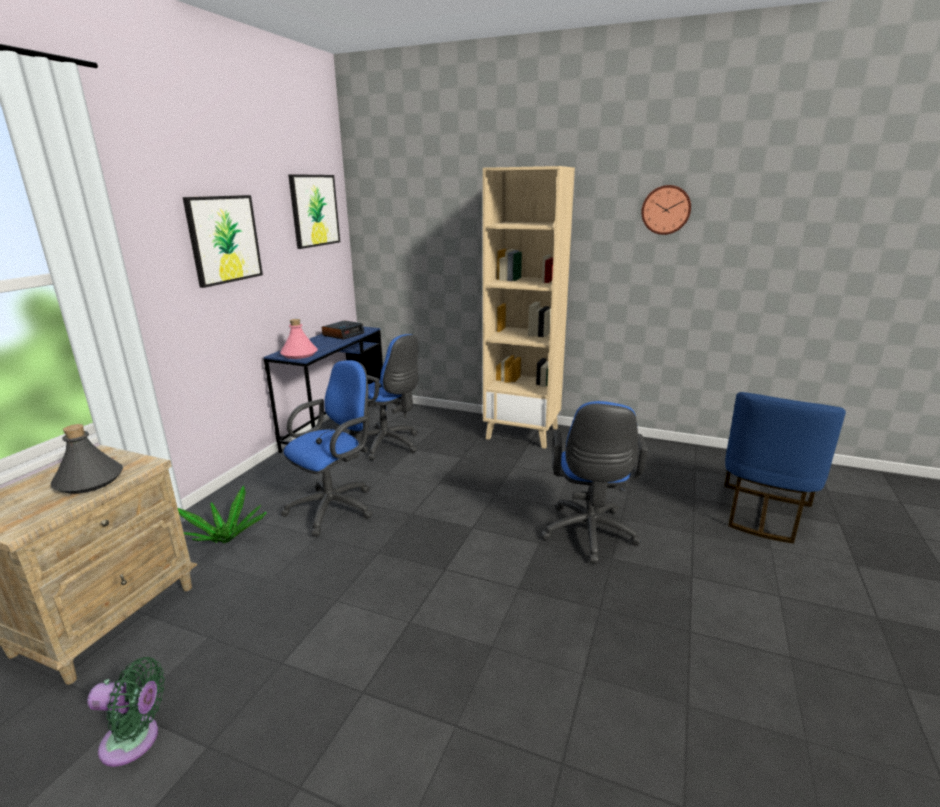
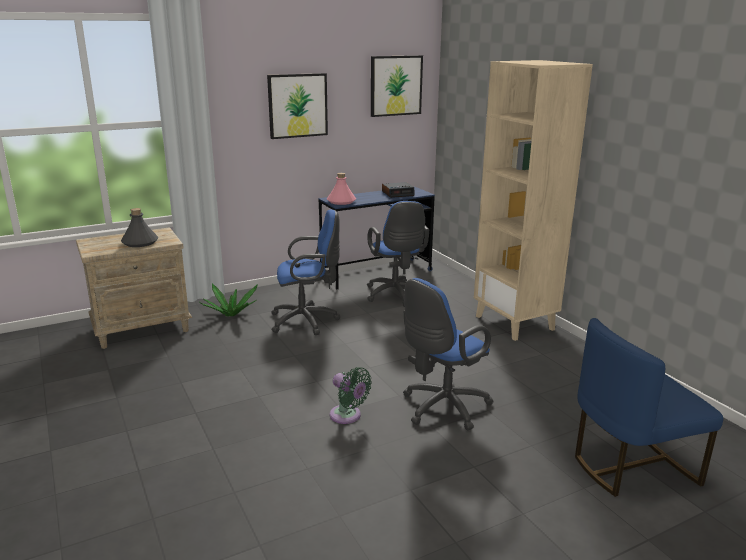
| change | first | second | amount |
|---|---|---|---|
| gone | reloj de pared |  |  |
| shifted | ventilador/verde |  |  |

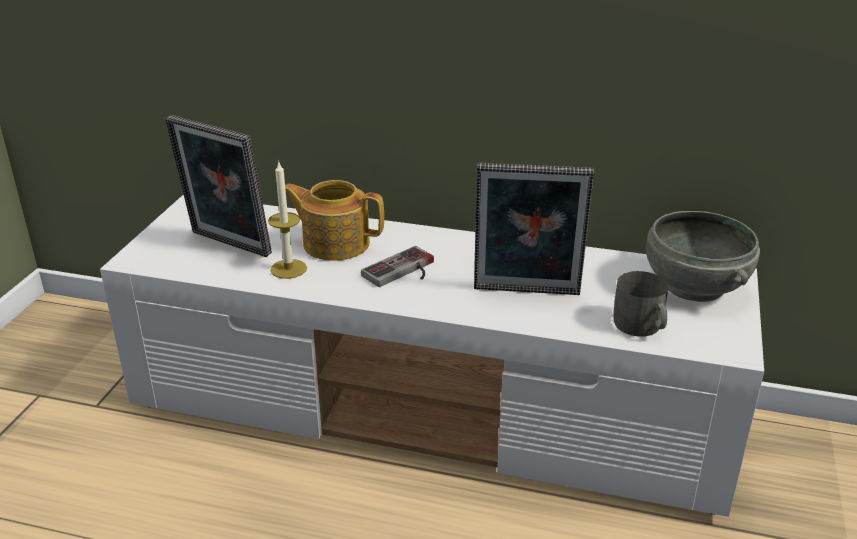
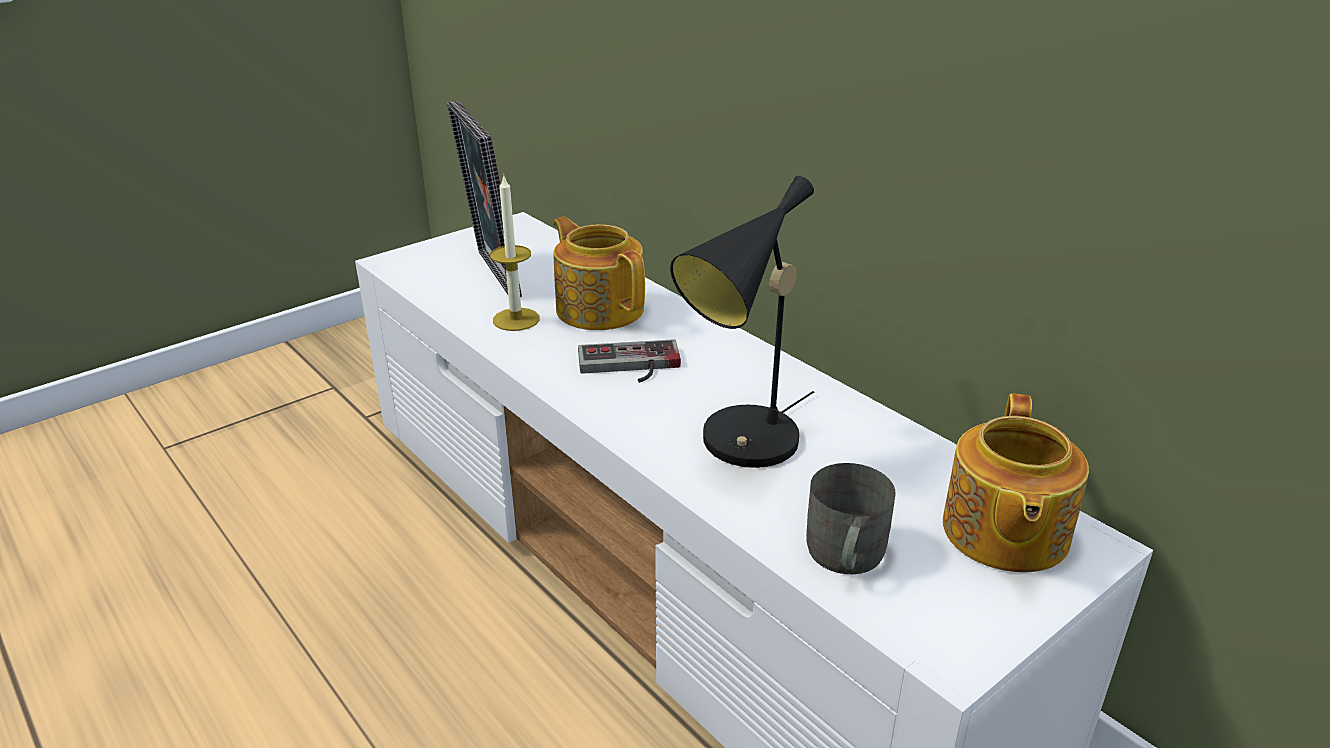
| change | first | second | amount |
|---|---|---|---|
| swapped | portarretratos (no. 2 from left) | lámpara de mesa/negro |  |
| swapped | cuenco/gris | tetera (no. 2 from left) |  |

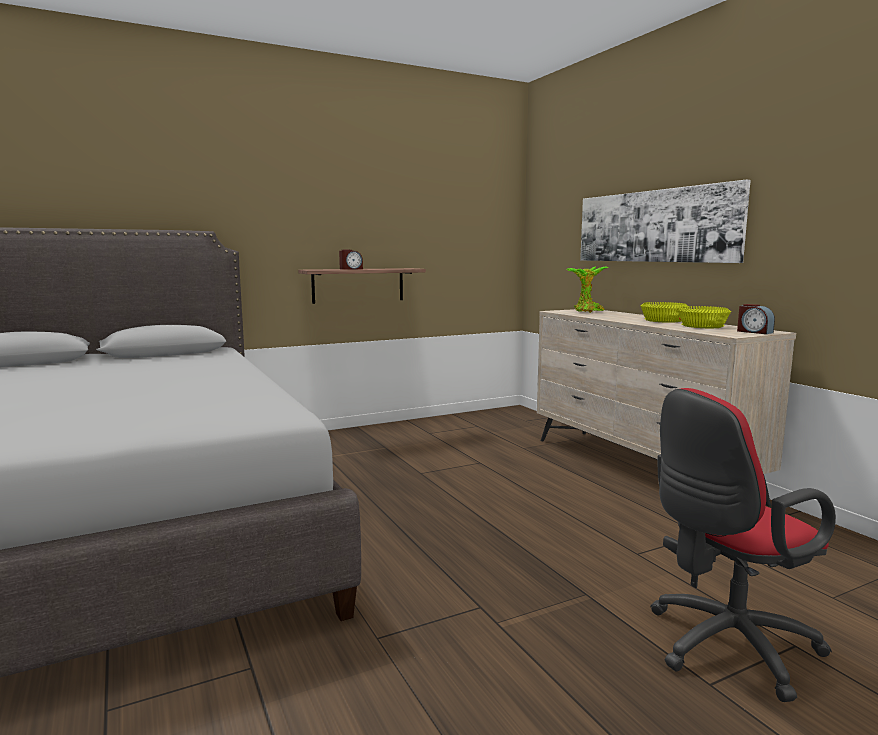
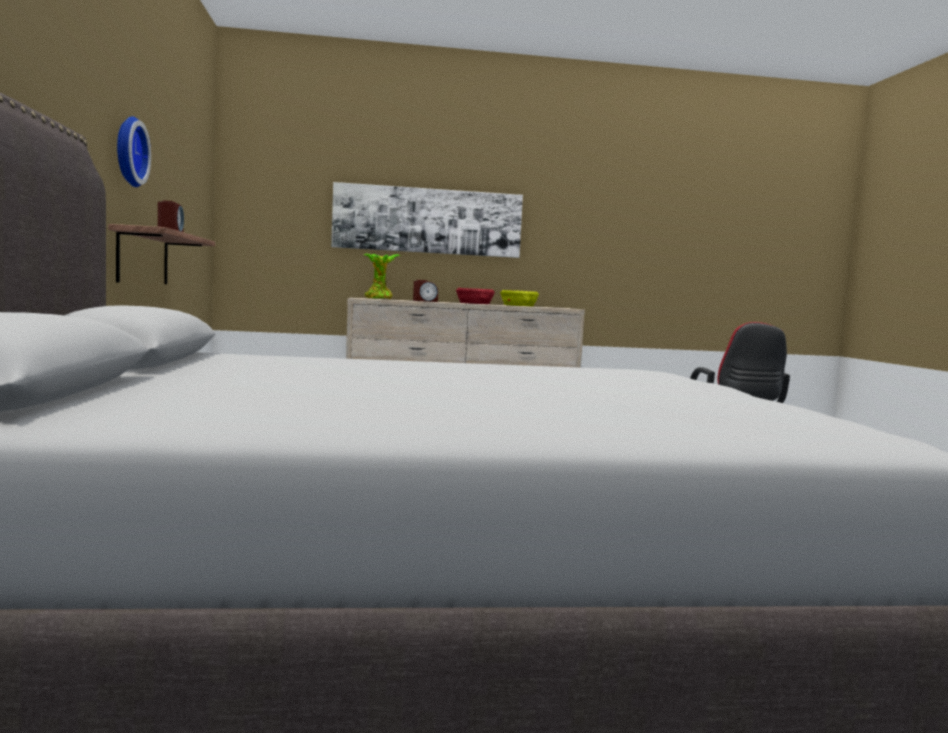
| change | first | second | amount |
|---|---|---|---|
| new |  | reloj de pared |  |
| shifted | despertador (no. 2 from left) |  |  |
| repainted | cuenco/amarillo (no. 1 from left) | cuenco/rojo |  |

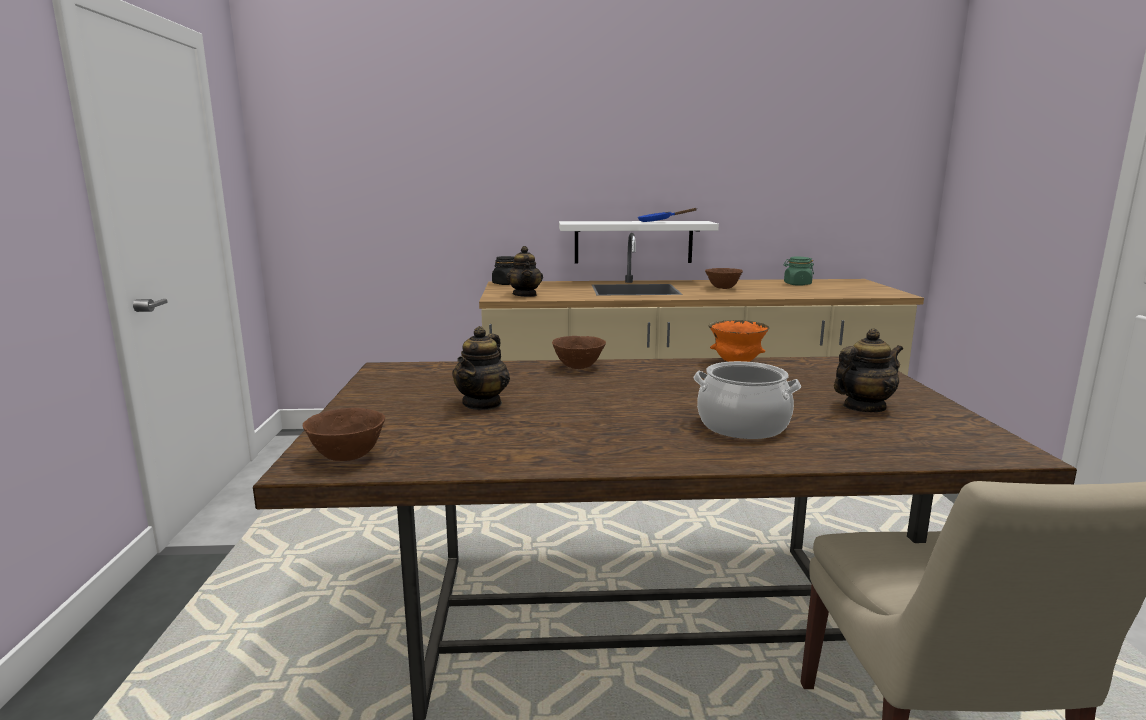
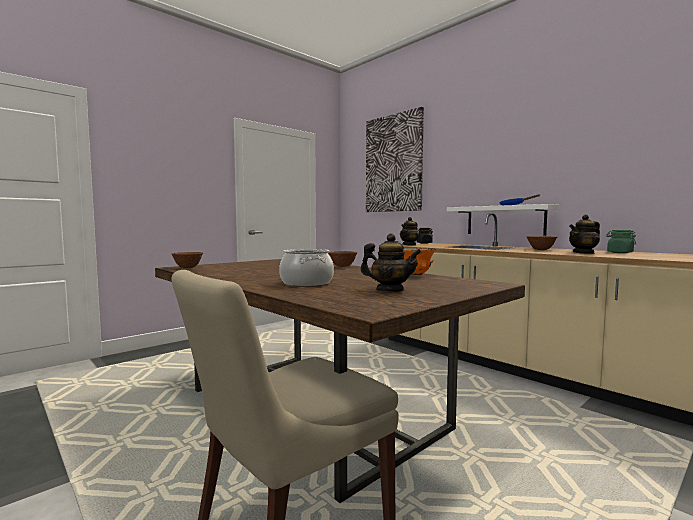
| change | first | second | amount |
|---|---|---|---|
| new |  | cuadro |  |
| shifted | tetera (no. 1 from left in the first image) | tetera (no. 3 from left) |  |

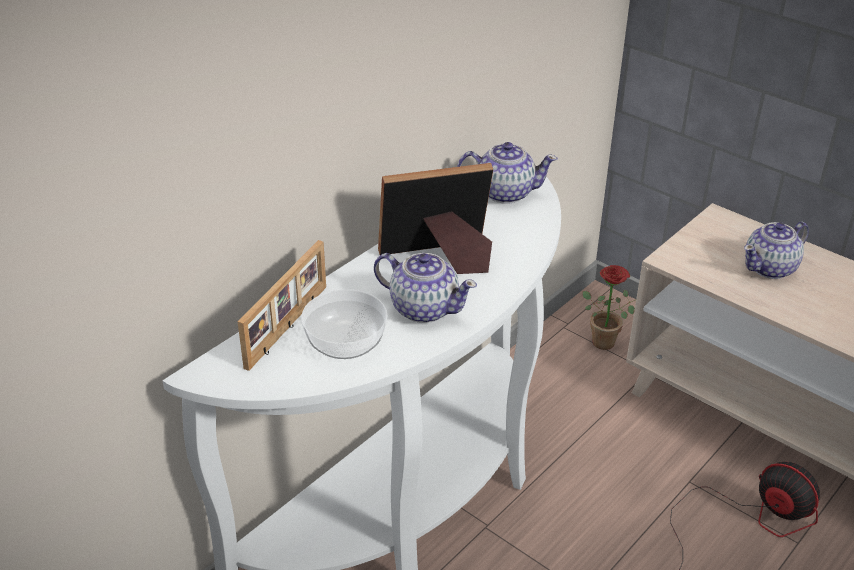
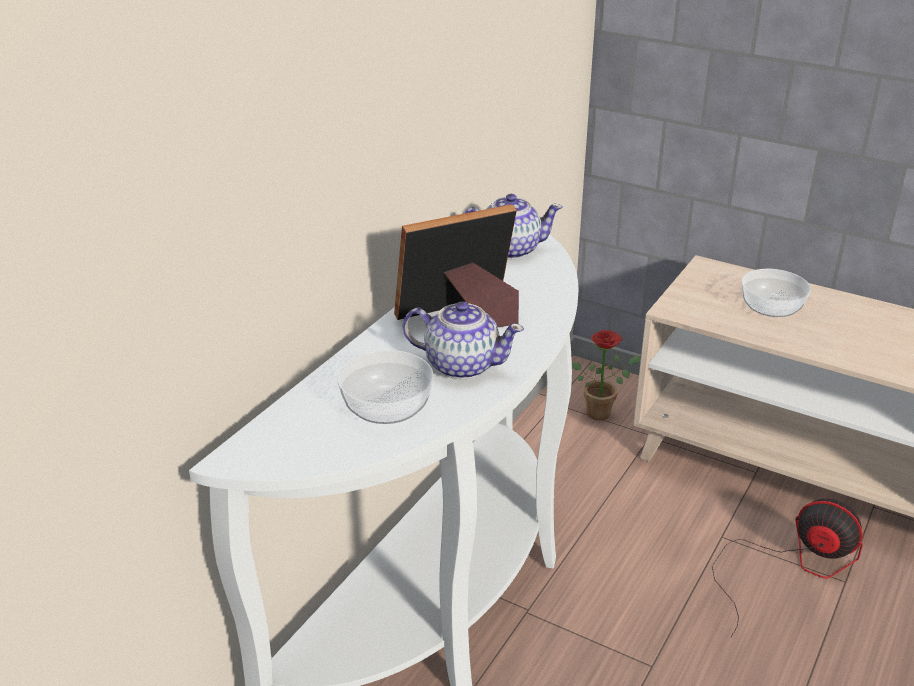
| change | first | second | amount |
|---|---|---|---|
| gone | portarretratos (no. 1 from left) |  |  |
| swapped | tetera (no. 3 from left) | cuenco (no. 2 from left) |  |

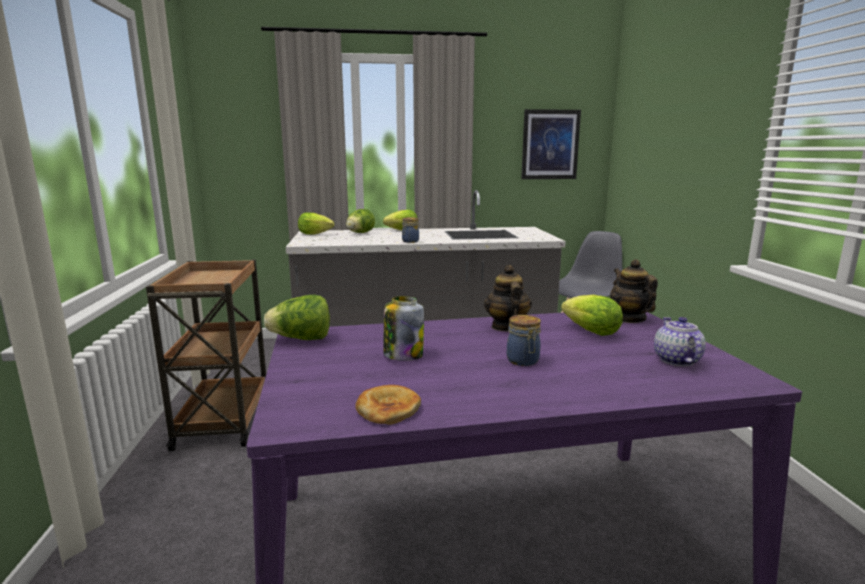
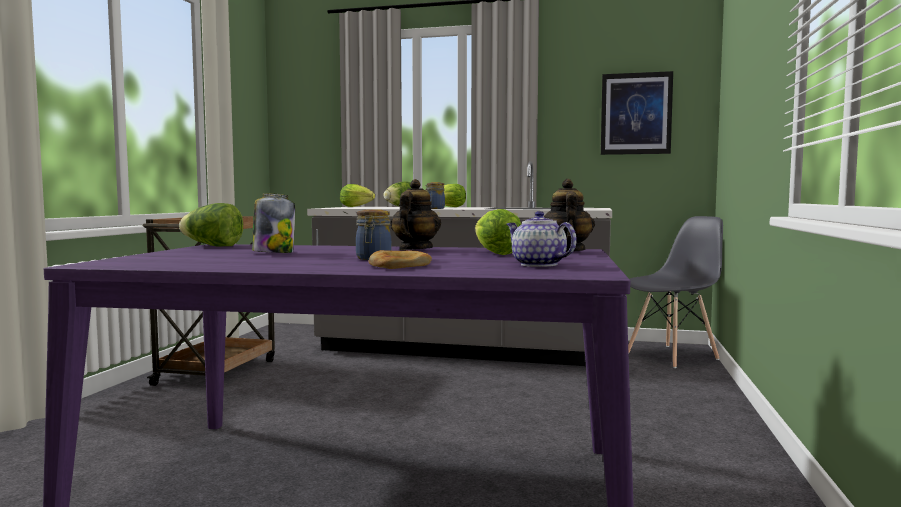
| change | first | second | amount |
|---|---|---|---|
| shifted | pan |  |  |
| rotated | tetera (no. 3 from left in the first image) | tetera (no. 2 from left) | 60 degrees counterclockwise |

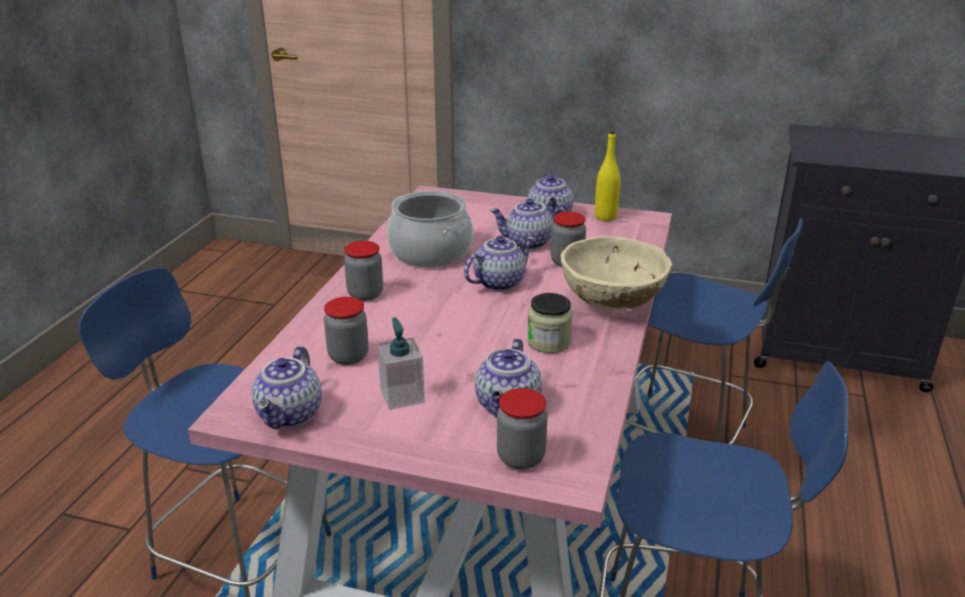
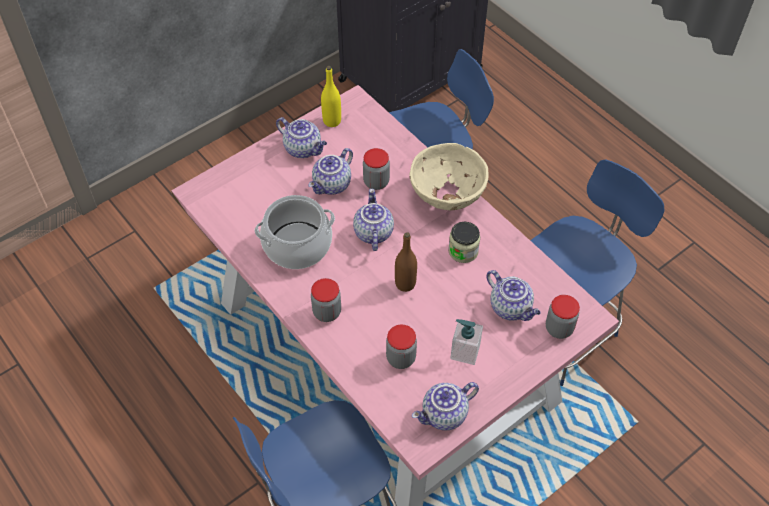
| change | first | second | amount |
|---|---|---|---|
| new |  | botella/marrón |  |
| rotated | tetera (no. 1 from left in the first image) | tetera (no. 4 from left) | 105 degrees clockwise |

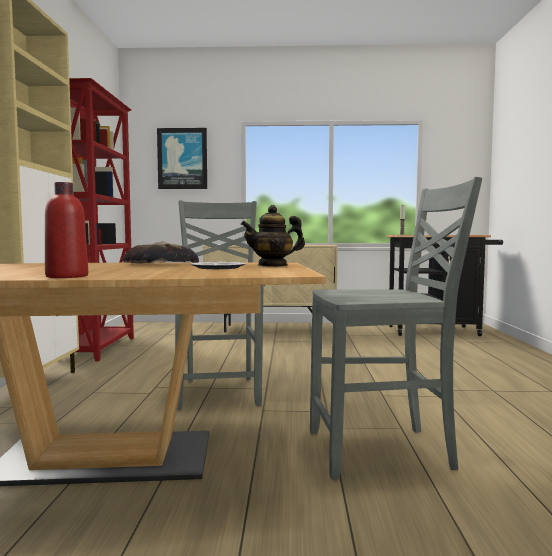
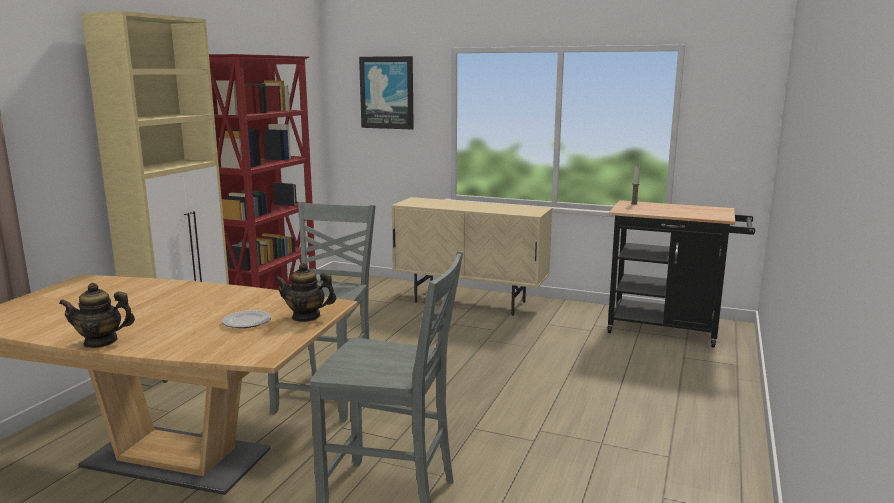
| change | first | second | amount |
|---|---|---|---|
| gone | pan |  |  |
| swapped | botella/rojo | tetera (no. 1 from left) |  |

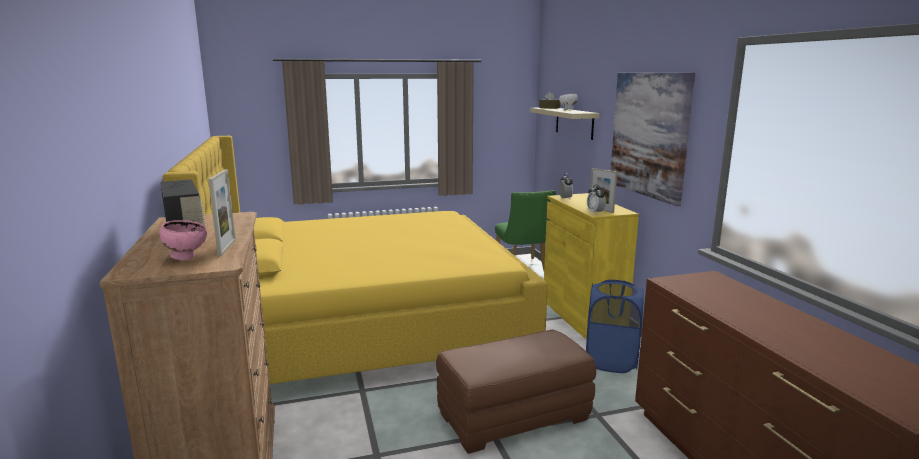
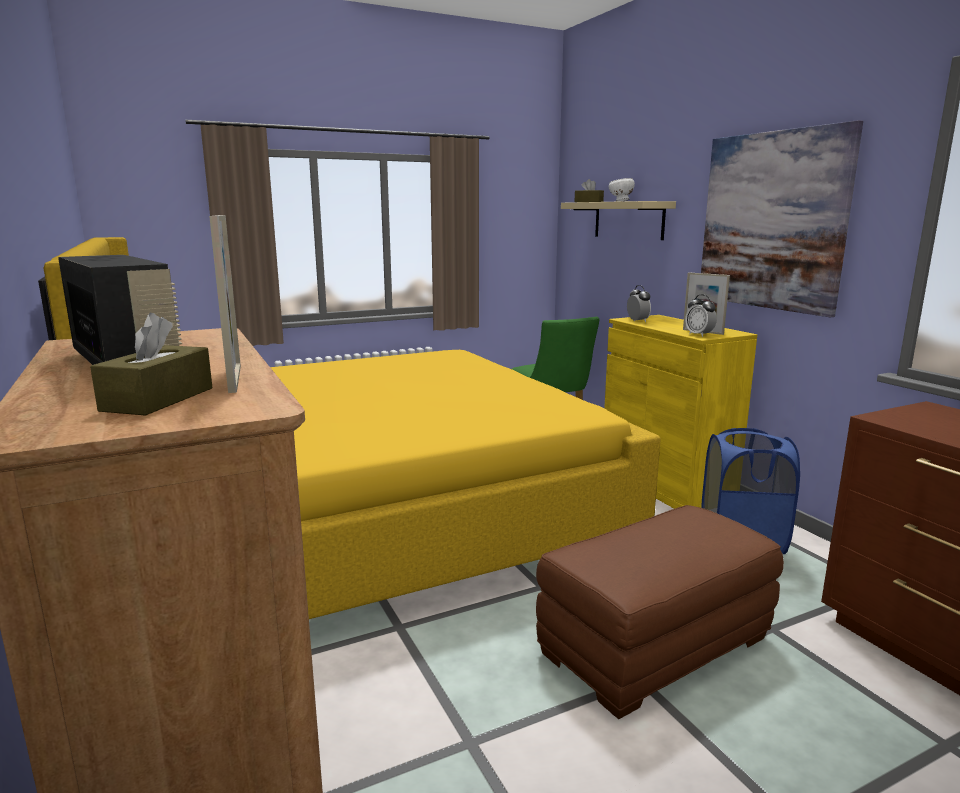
| change | first | second | amount |
|---|---|---|---|
| swapped | cuenco/rosa | caja de pañuelos/marrón (no. 1 from left) |  |

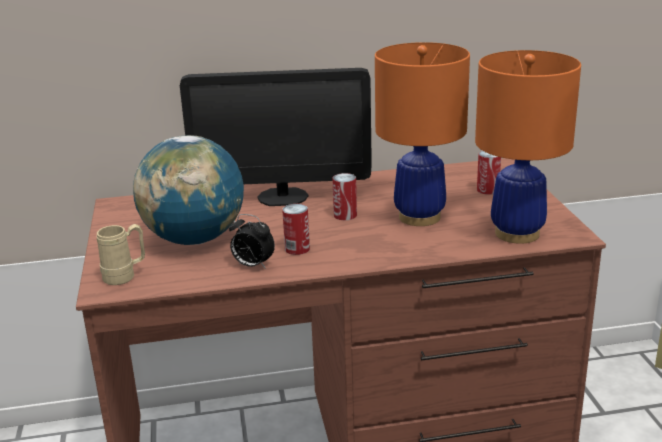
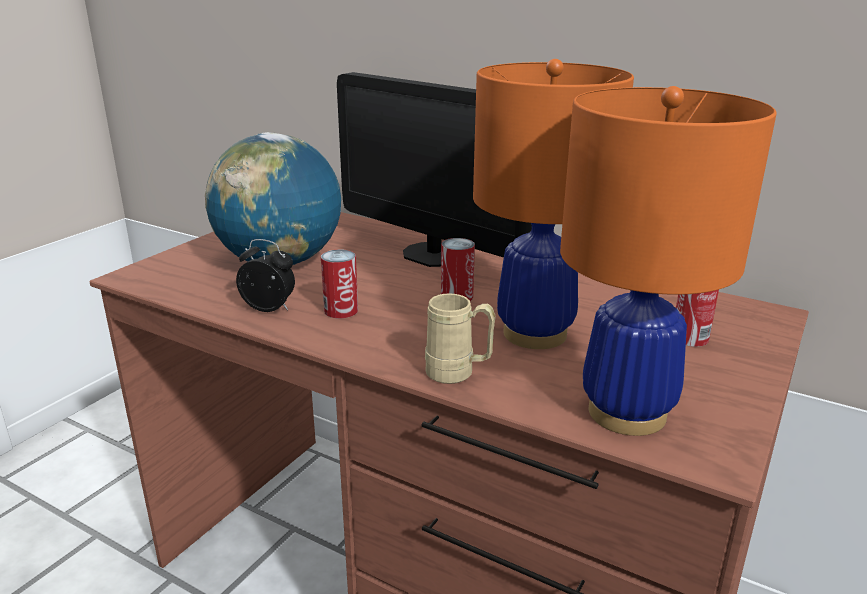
| change | first | second | amount |
|---|---|---|---|
| shifted | taza grande/beis |  |  |
| rotated | despertador |  | 135 degrees clockwise |

